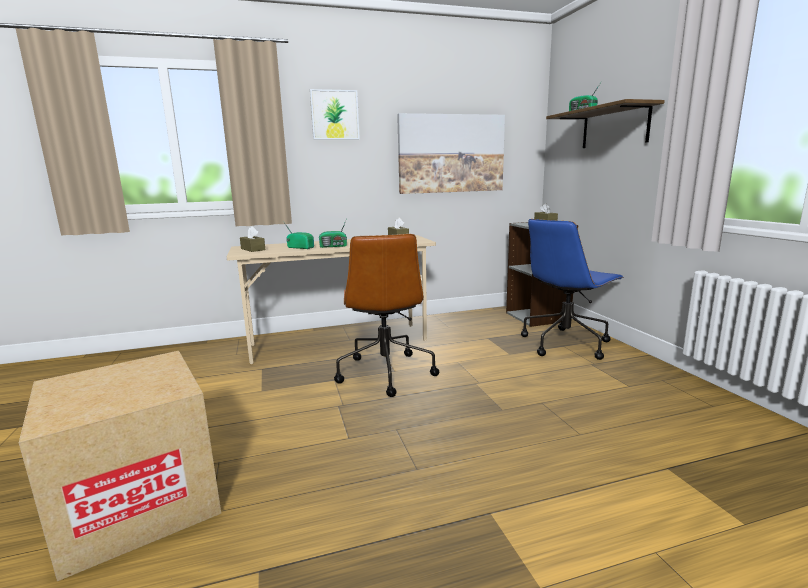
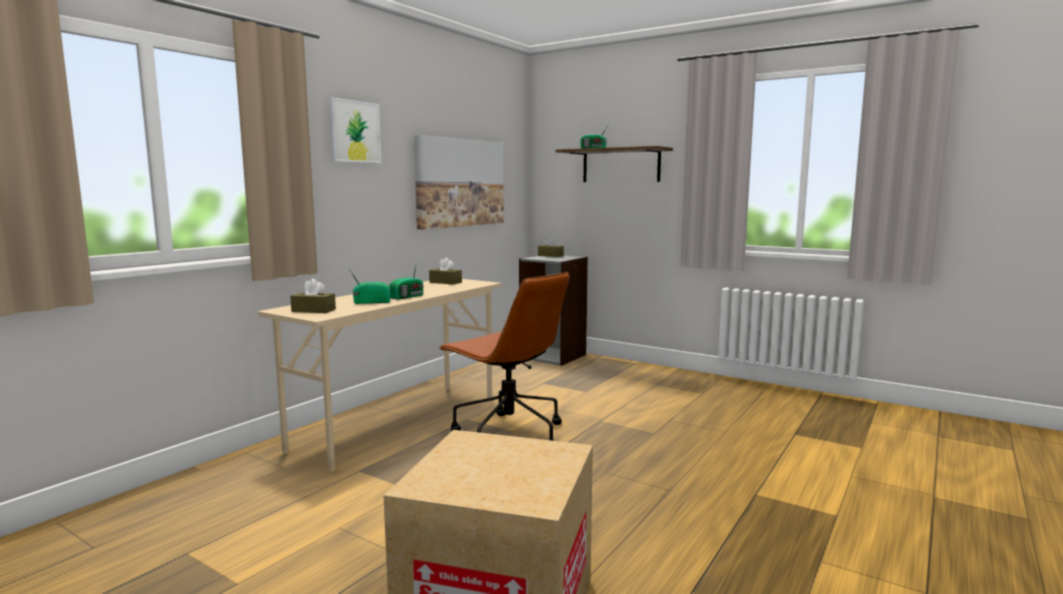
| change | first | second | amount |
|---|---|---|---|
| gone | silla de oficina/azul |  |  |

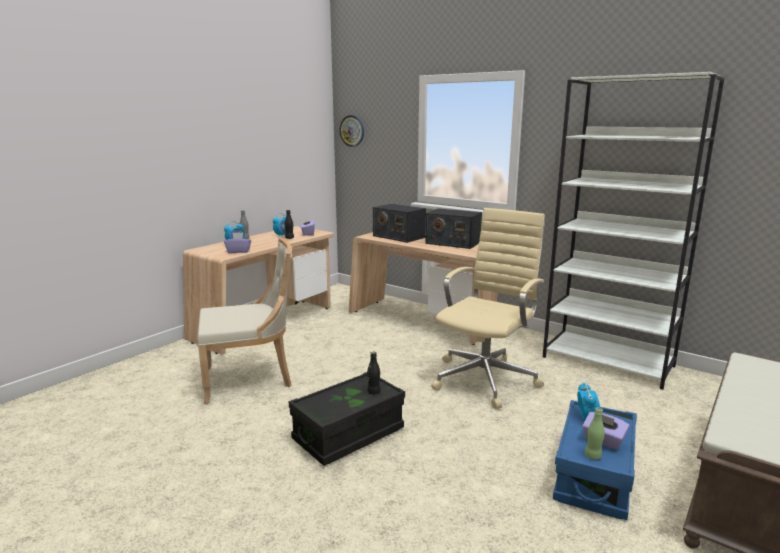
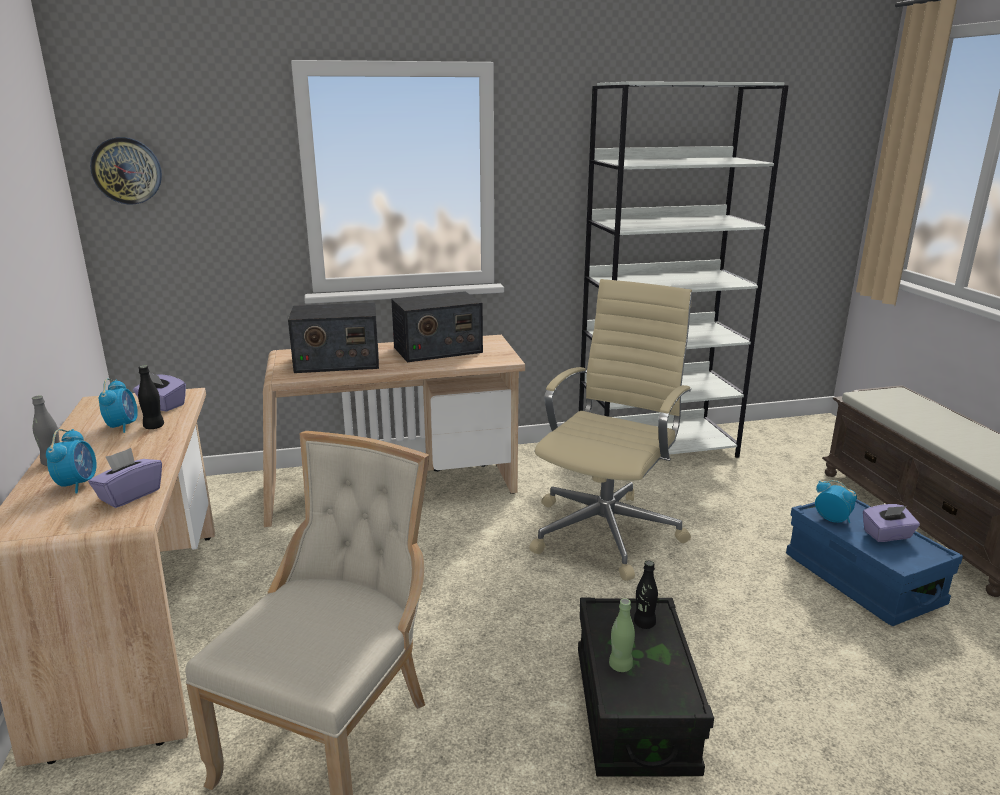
| change | first | second | amount |
|---|---|---|---|
| shifted | botella/verde |  |  |
| rotated | silla de oficina/beis |  | 45 degrees clockwise |

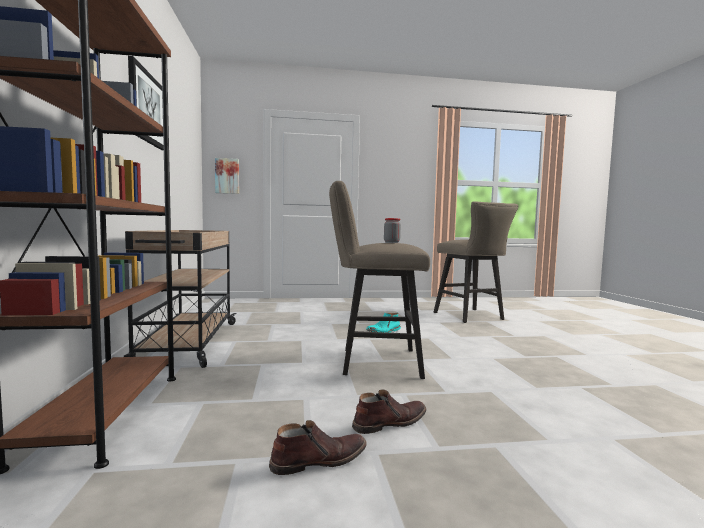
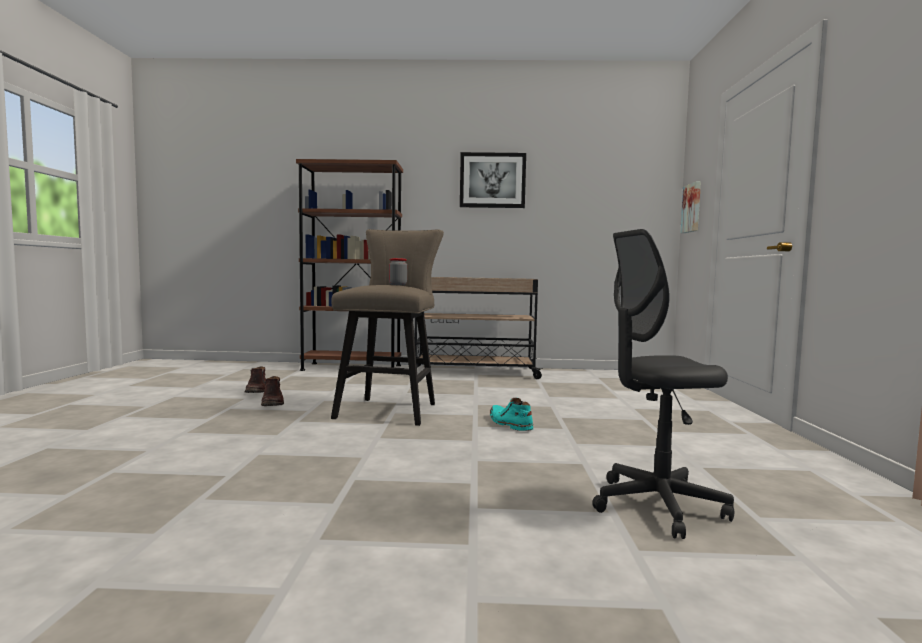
| change | first | second | amount |
|---|---|---|---|
| swapped | taburete/beis (no. 2 from left) | silla de oficina/gris |  |

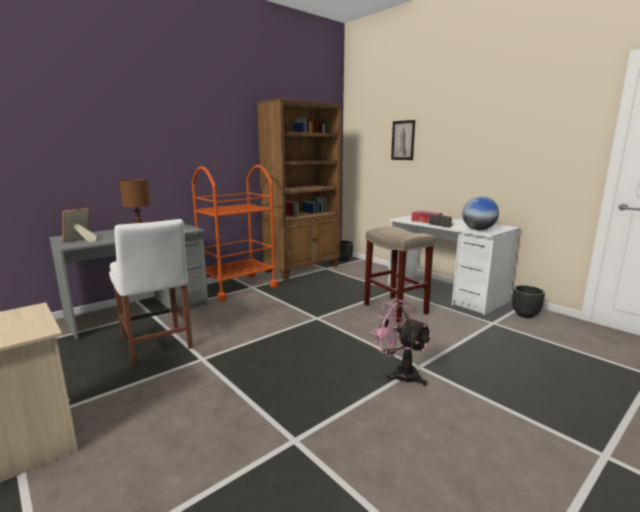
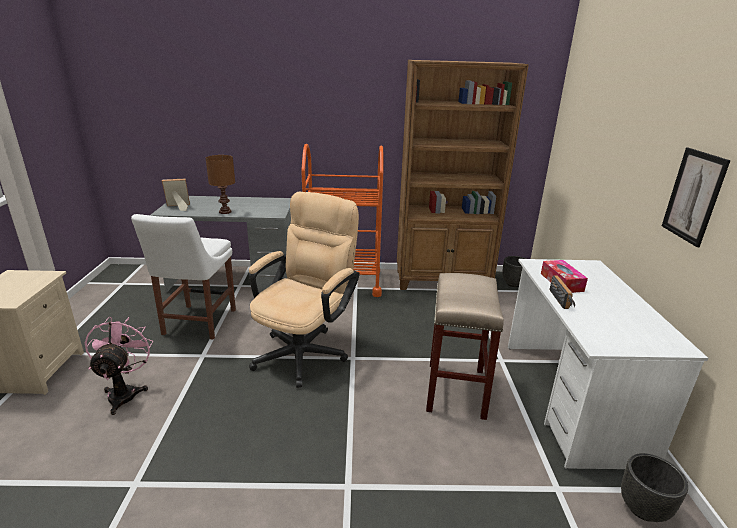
| change | first | second | amount |
|---|---|---|---|
| gone | globo terráqueo |  |  |
| new |  | silla de oficina/beis |  |
| shifted | ventilador/rosa |  |  |
| shifted | cuadro |  |  |

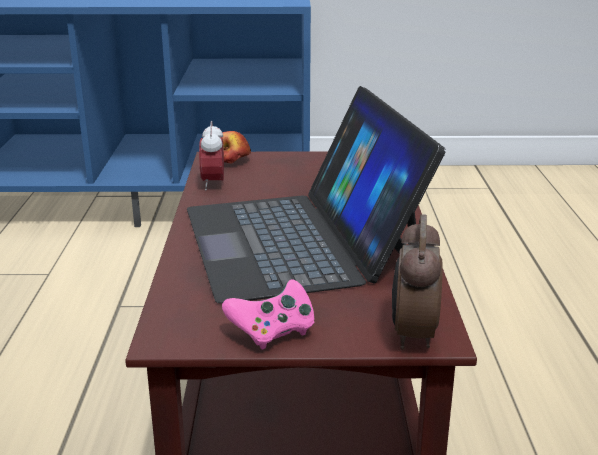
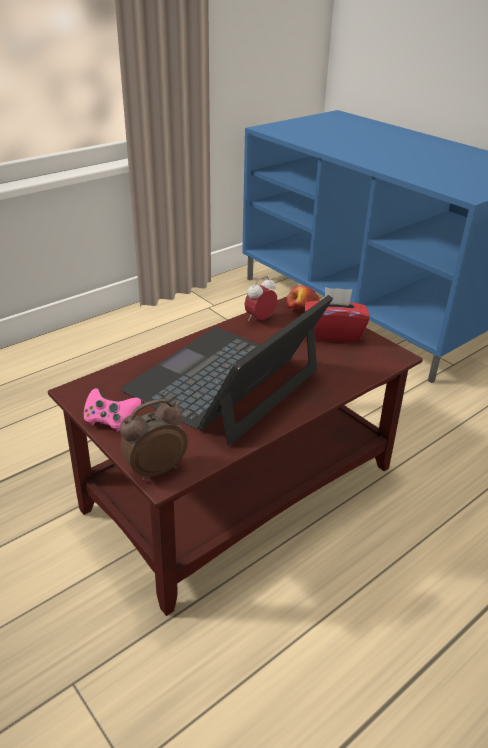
| change | first | second | amount |
|---|---|---|---|
| new |  | caja de pañuelos/rojo |  |

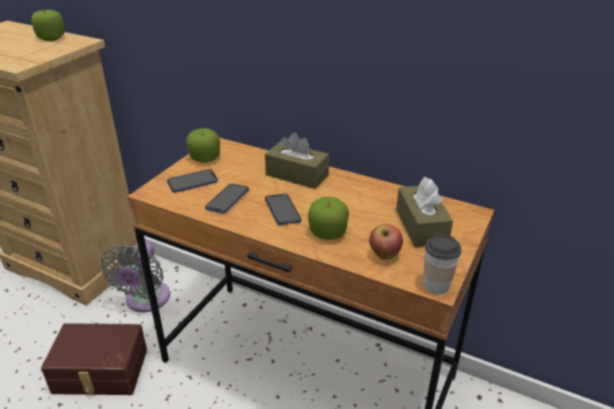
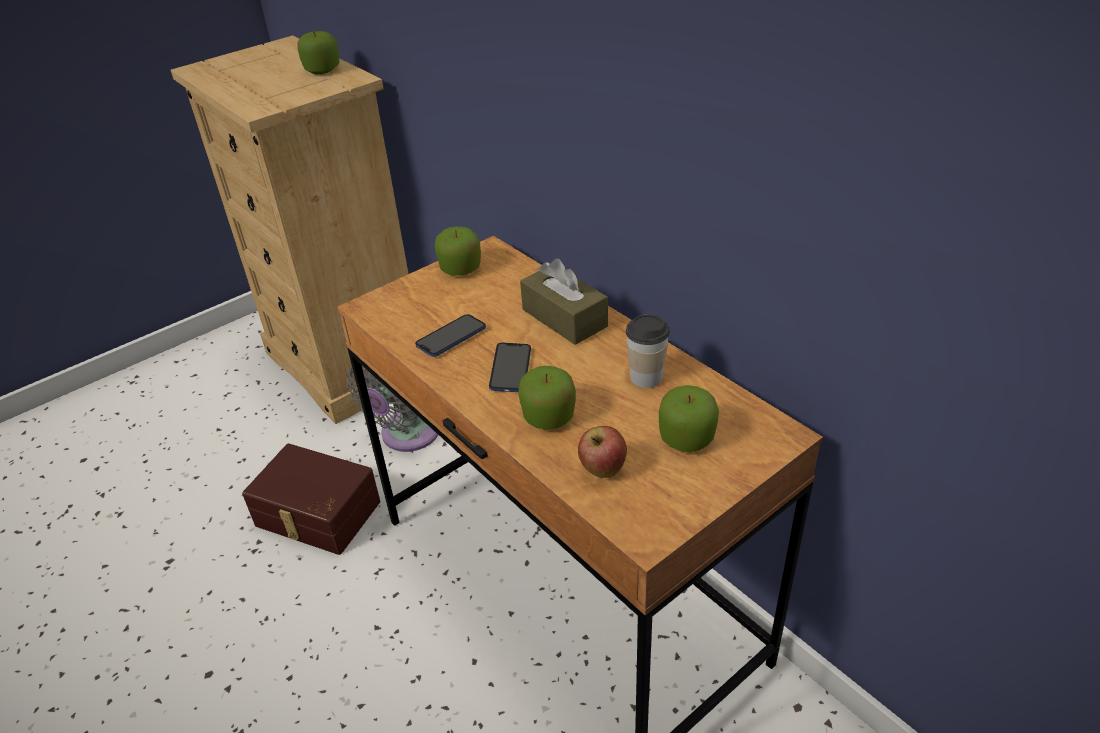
| change | first | second | amount |
|---|---|---|---|
| gone | móvil (no. 1 from left) |  |  |
| shifted | taza |  |  |
| swapped | caja de pañuelos/marrón (no. 2 from left) | manzana (no. 5 from left) |  |

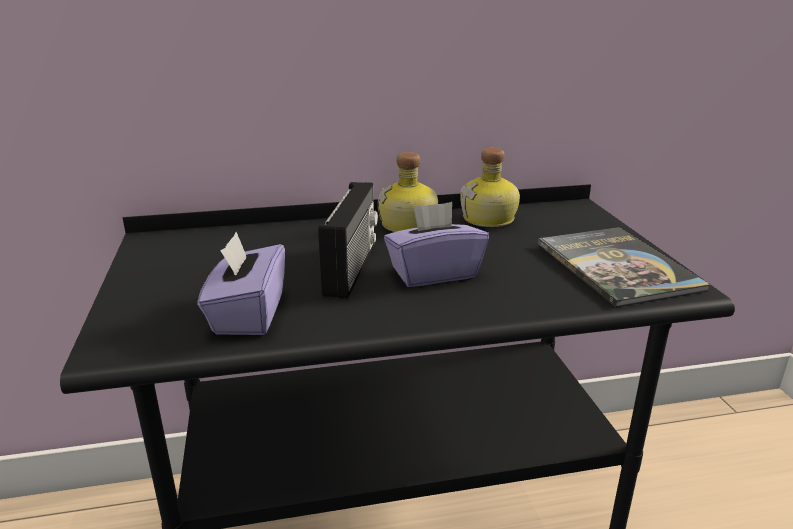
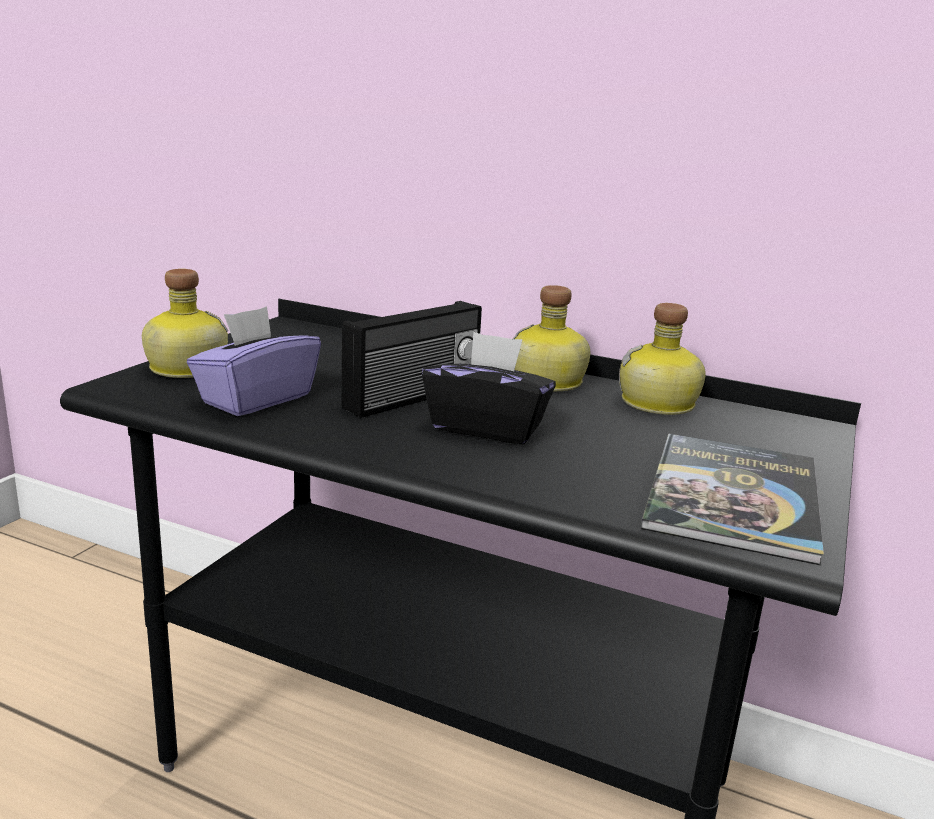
| change | first | second | amount |
|---|---|---|---|
| new |  | botella (no. 1 from left) |  |
| repainted | caja de pañuelos/morado (no. 2 from left) | caja de pañuelos/negro |  |

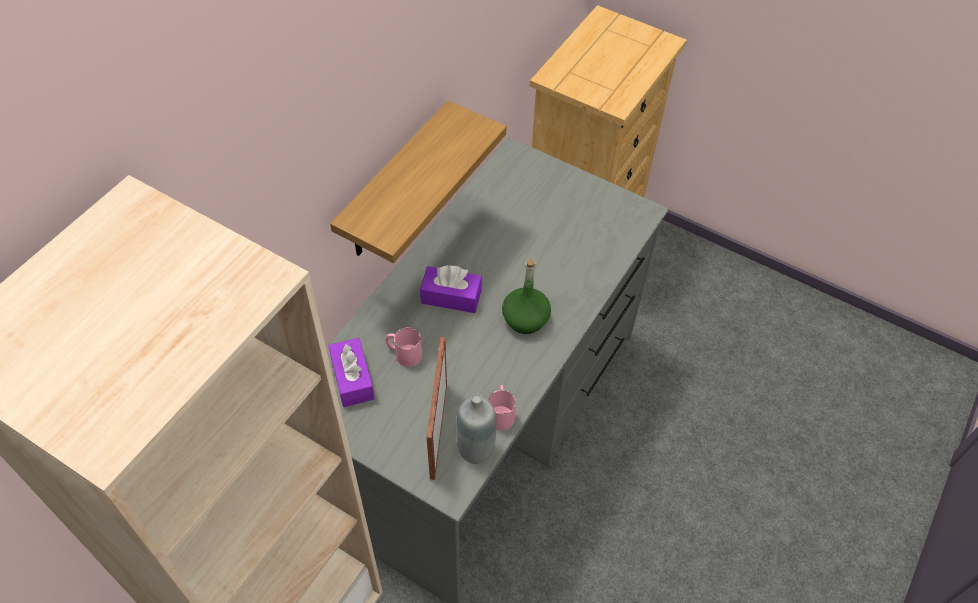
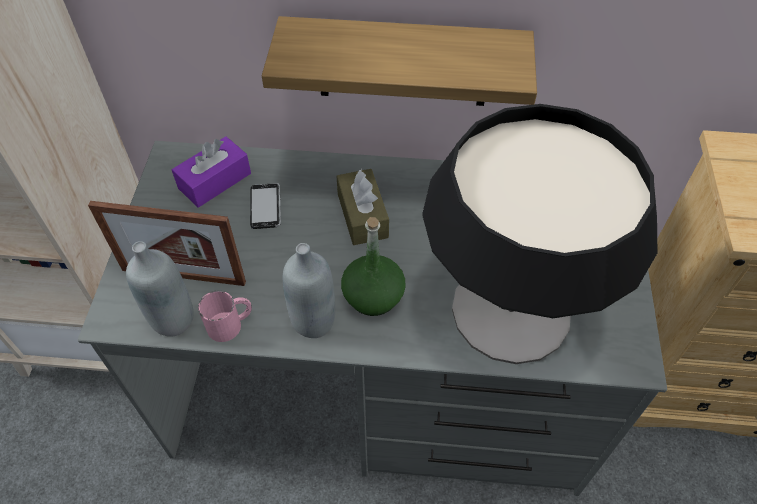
| change | first | second | amount |
|---|---|---|---|
| new |  | botella/gris (no. 2 from left) |  |
| new |  | lámpara de mesa |  |
| swapped | taza grande/rosa (no. 1 from left) | móvil |  |
| repainted | caja de pañuelos/morado (no. 2 from left) | caja de pañuelos/marrón |  |
| rotated | portarretratos |  | 150 degrees counterclockwise |

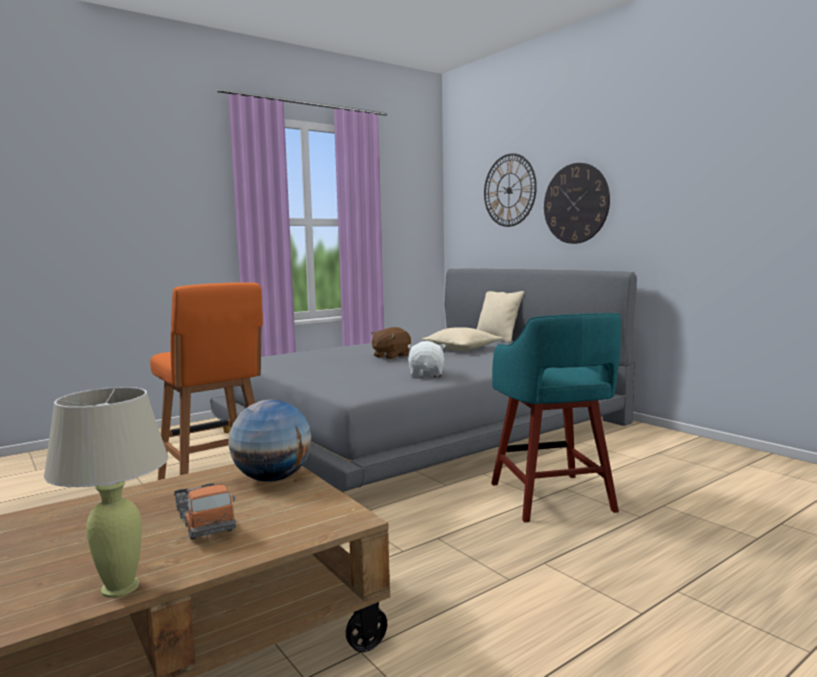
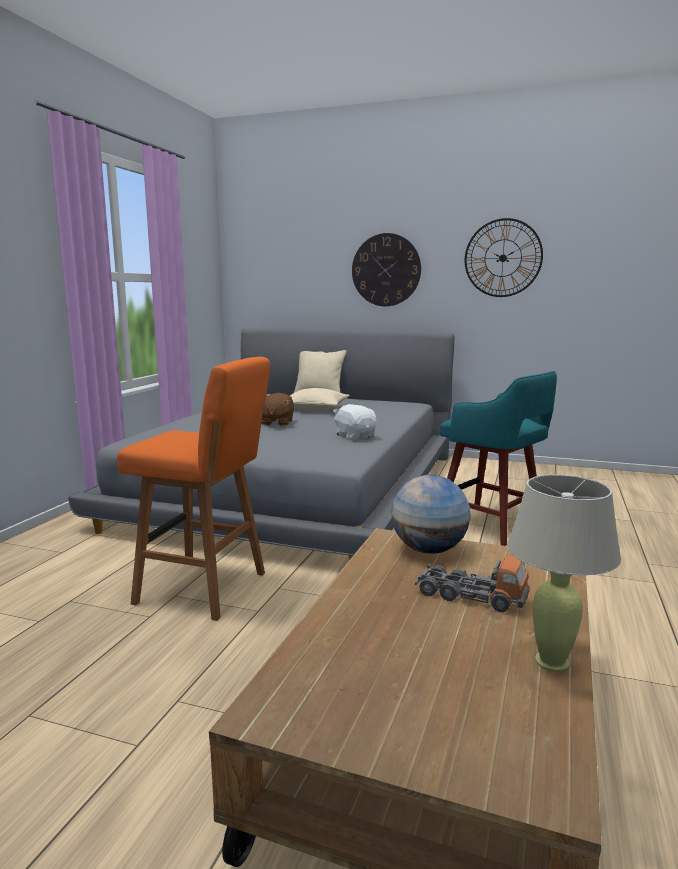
| change | first | second | amount |
|---|---|---|---|
| shifted | reloj de pared (no. 1 from left in the first image) | reloj de pared (no. 2 from left) |  |

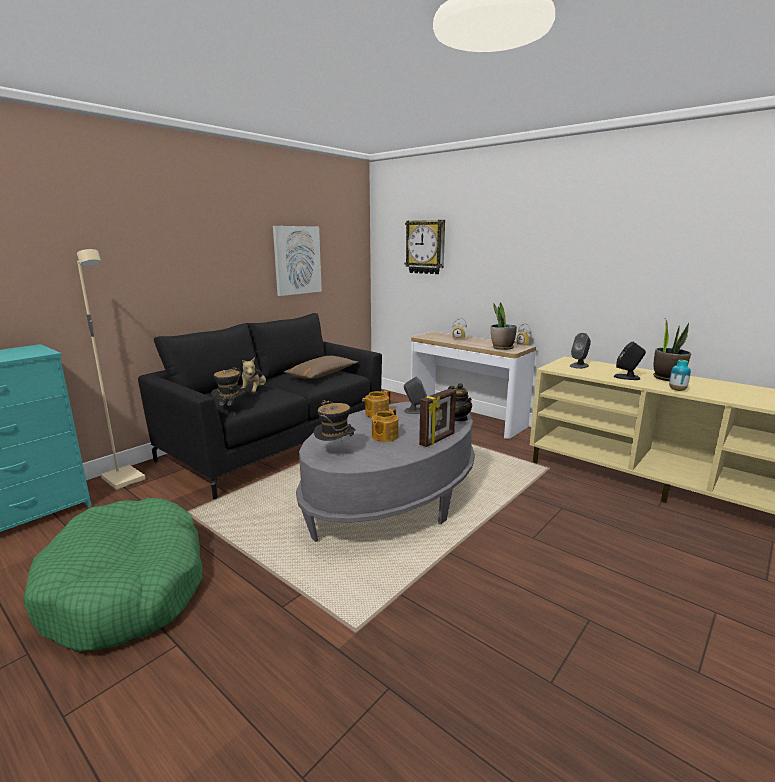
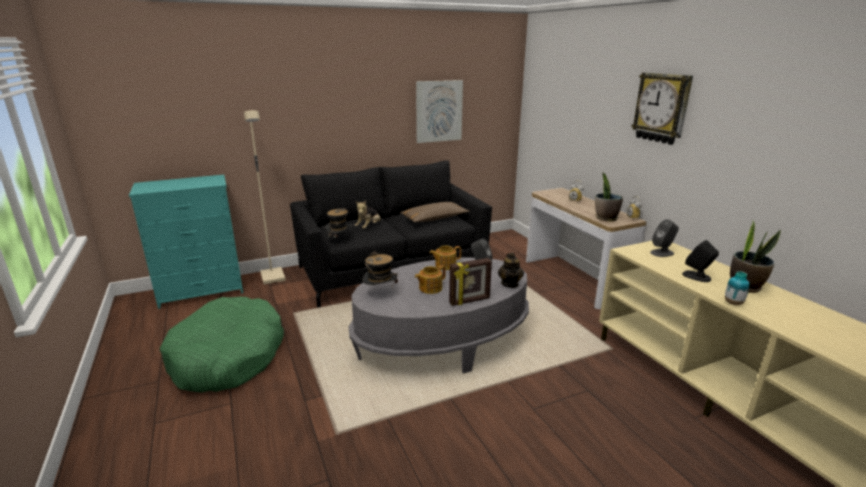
| change | first | second | amount |
|---|---|---|---|
| shifted | reloj de pared |  |  |

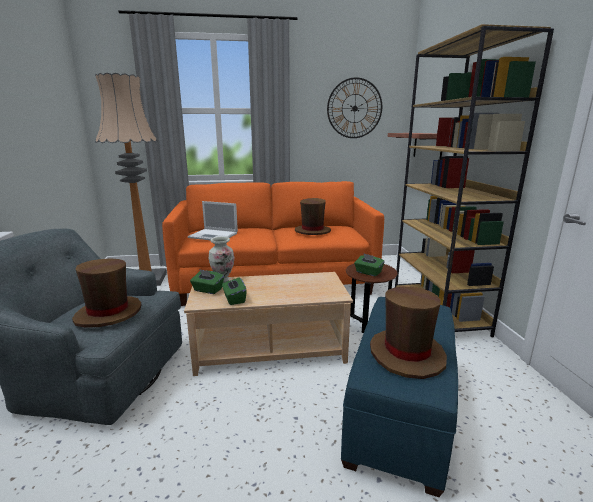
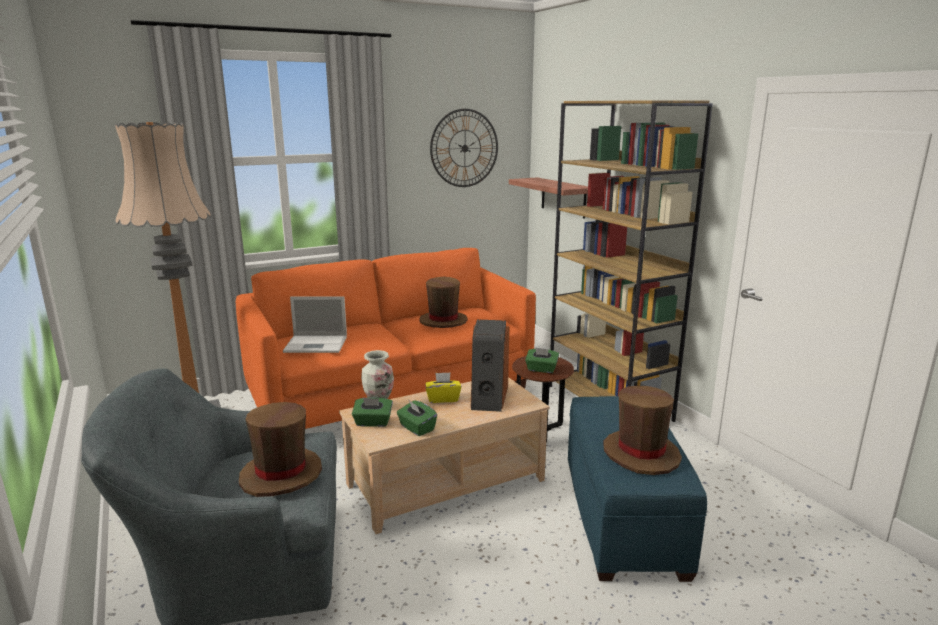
| change | first | second | amount |
|---|---|---|---|
| new |  | caja de pañuelos/amarillo |  |
| new |  | altavoz |  |

